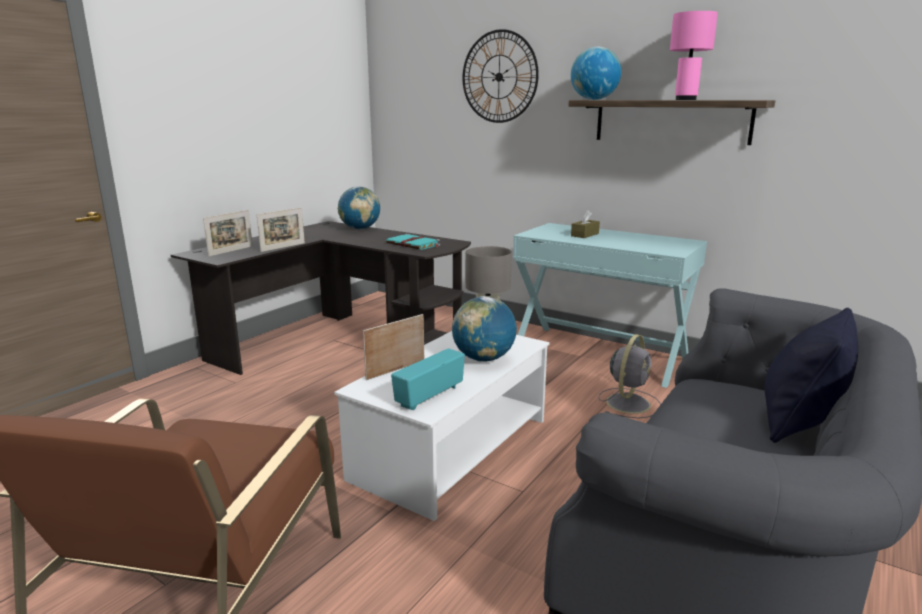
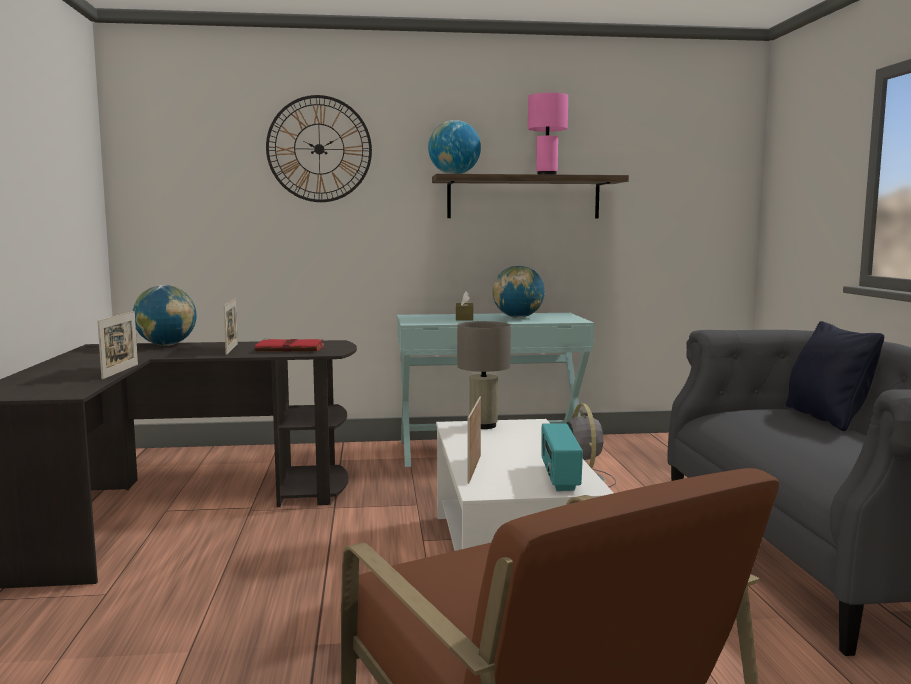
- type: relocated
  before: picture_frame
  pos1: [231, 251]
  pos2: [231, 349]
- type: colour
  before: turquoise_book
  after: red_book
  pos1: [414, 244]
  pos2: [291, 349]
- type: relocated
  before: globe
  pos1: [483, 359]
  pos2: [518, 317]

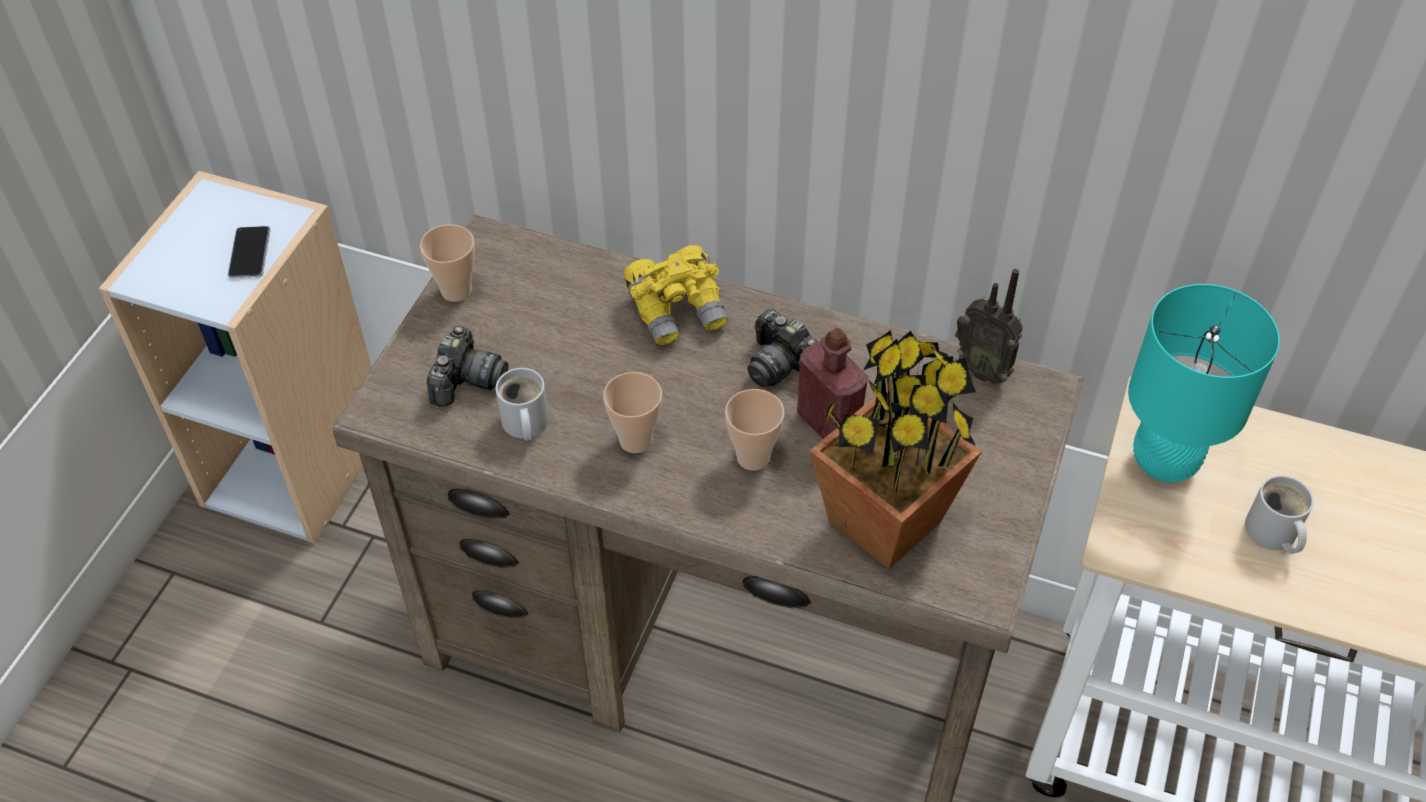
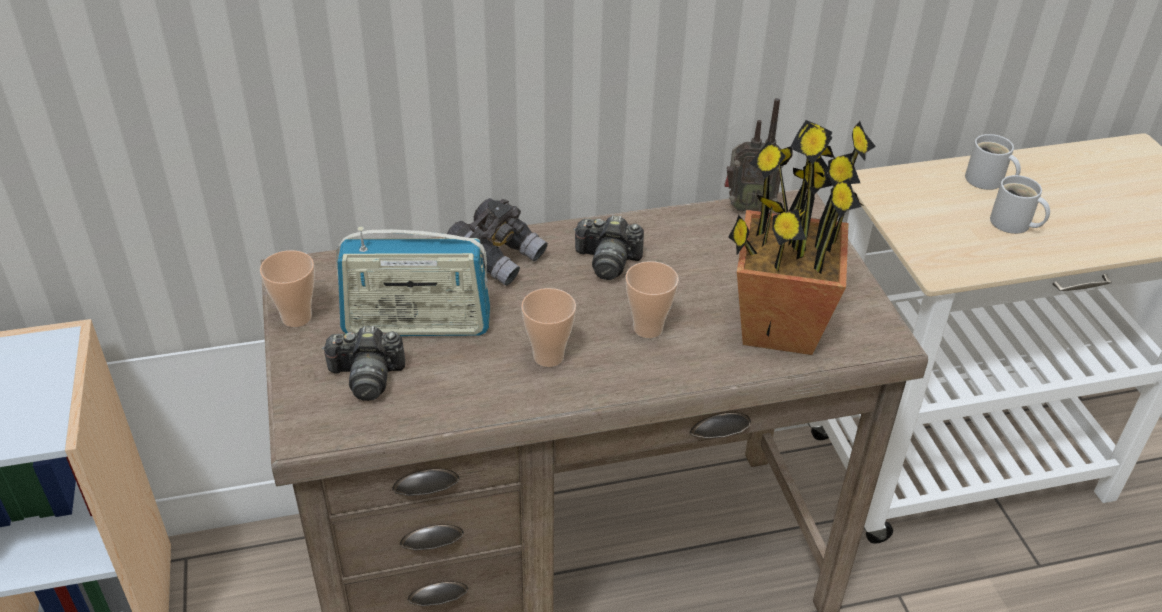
- type: spun
  before: photo_camera
  pos1: [467, 381]
  pos2: [367, 377]
  turn: 105
- type: appeared
  after: radio
  pos2: [417, 325]
- type: colour
  before: yellow_binoculars
  after: grey_binoculars
  pos1: [678, 310]
  pos2: [497, 258]
- type: relocated
  before: white_mug
  pos1: [524, 424]
  pos2: [986, 181]
- type: missing
  before: phone
  pos1: [250, 253]
- type: missing
  before: red_bottle
  pos1: [828, 422]
- type: missing
  before: turquoise_table_lamp
  pos1: [1161, 461]

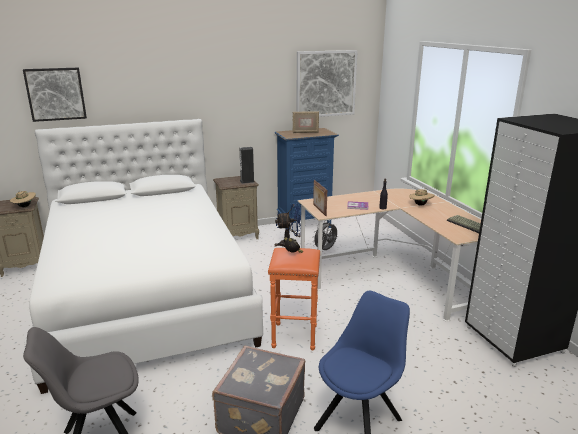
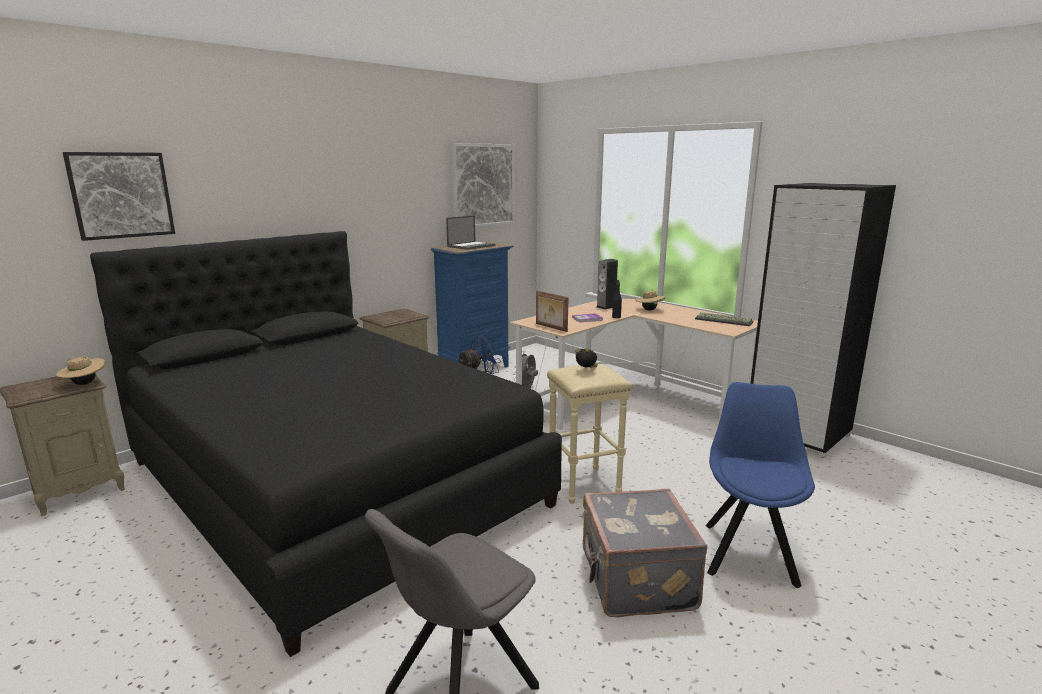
- type: colour
  before: white_bed
  after: black_bed
  pos1: [146, 293]
  pos2: [333, 482]
- type: exchanged
  before: picture_frame
  after: laptop
  pos1: [305, 132]
  pos2: [471, 246]
- type: colour
  before: orange_stool
  after: beige_stool
  pos1: [293, 335]
  pos2: [582, 484]
- type: relocated
  before: speaker
  pos1: [247, 181]
  pos2: [606, 306]

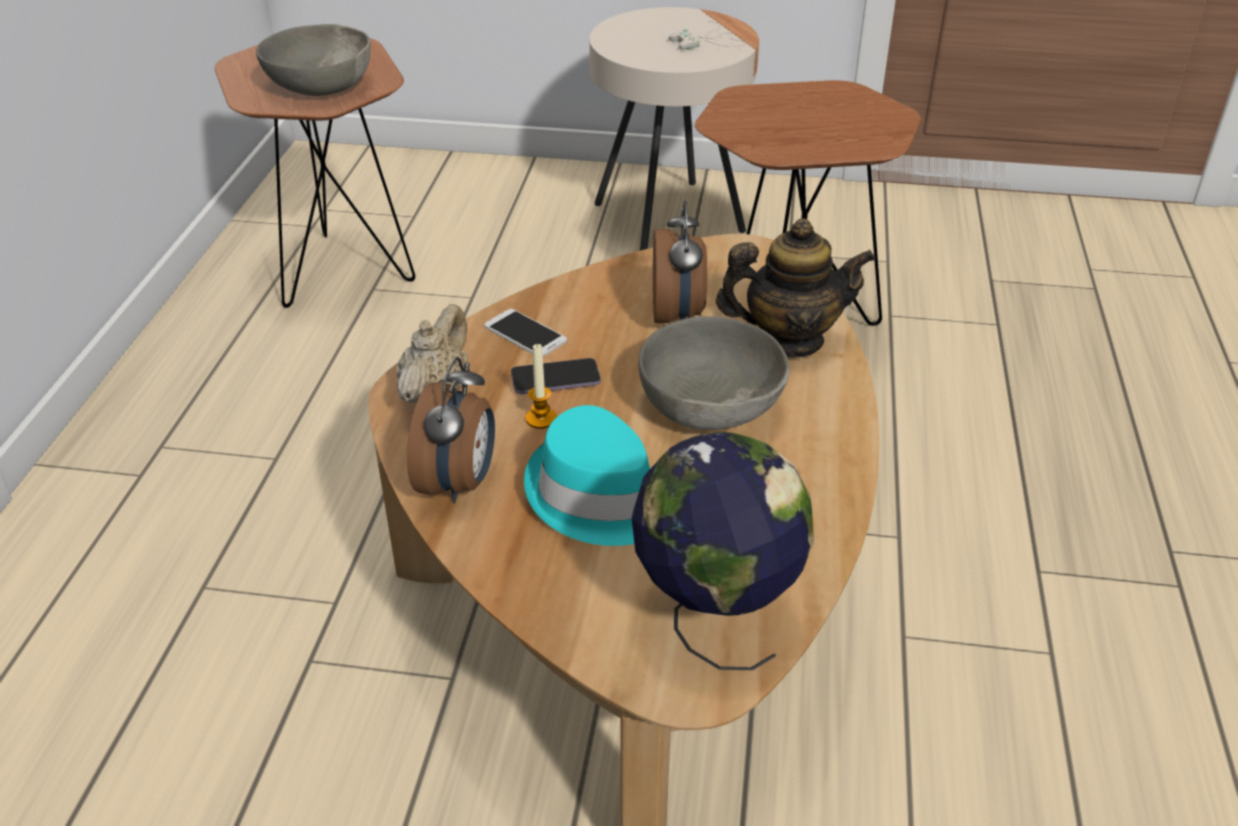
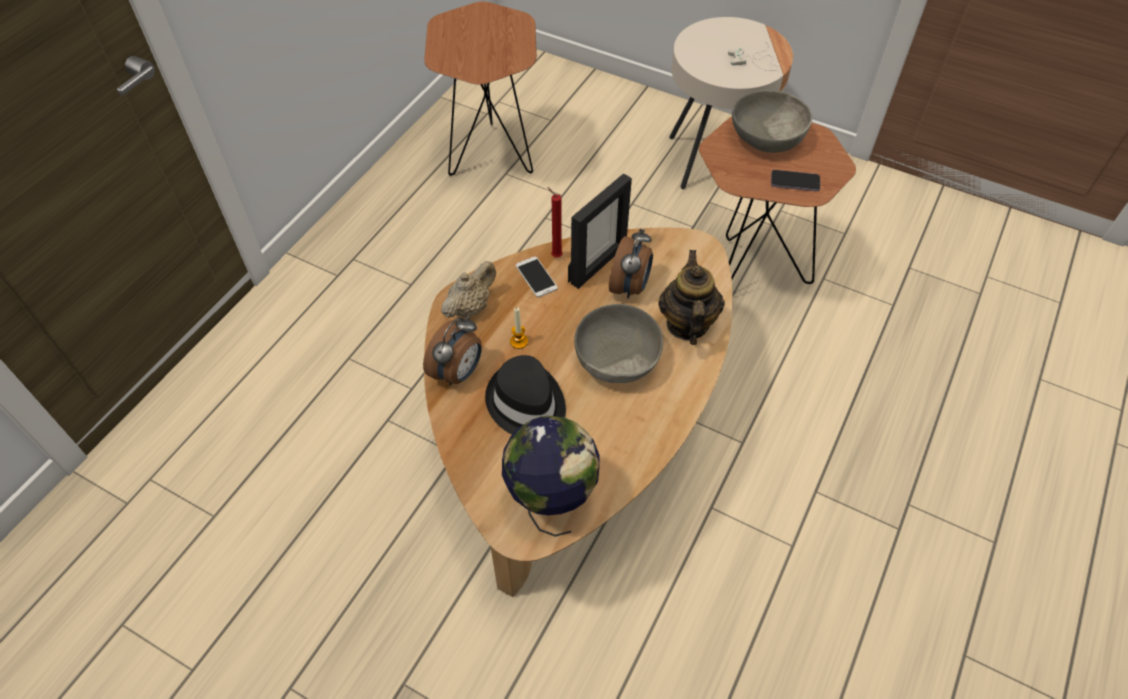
- type: colour
  before: turquoise_hat
  after: black_hat
  pos1: [599, 497]
  pos2: [526, 404]
- type: appeared
  after: red_candle
  pos2: [555, 255]
- type: appeared
  after: picture_frame
  pos2: [597, 263]
- type: spun
  before: teapot
  pos1: [788, 340]
  pos2: [687, 324]
  turn: -105
- type: relocated
  before: grey_bowl
  pos1: [319, 85]
  pos2: [766, 137]
- type: relocated
  before: phone
  pos1: [555, 379]
  pos2: [795, 182]

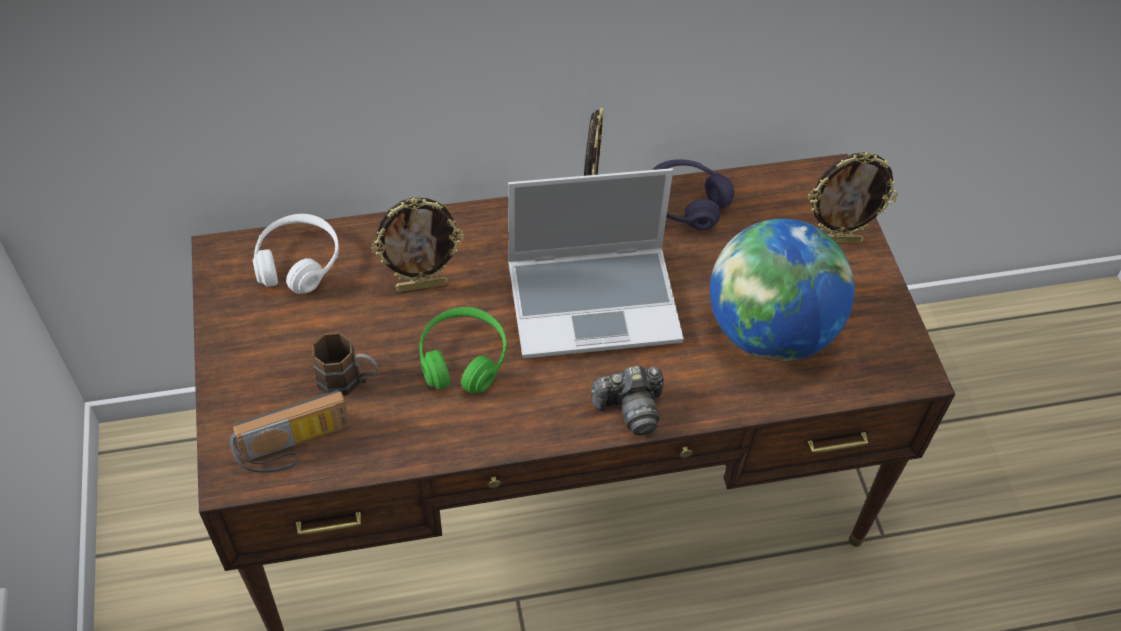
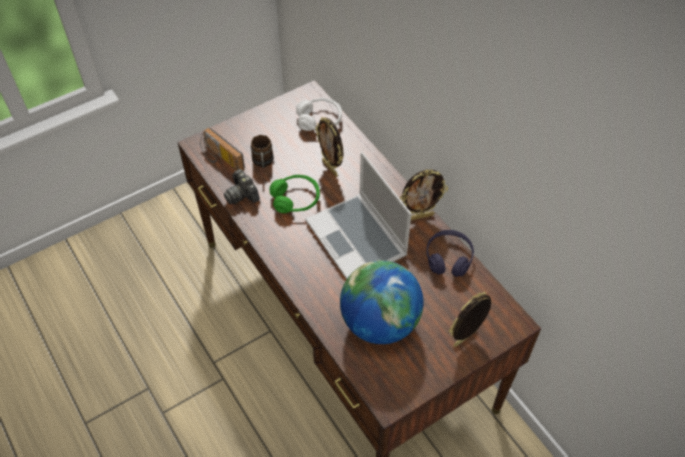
- type: relocated
  before: photo_camera
  pos1: [630, 408]
  pos2: [242, 194]
- type: spun
  before: picture_frame
  pos1: [837, 240]
  pos2: [465, 339]
  turn: 75

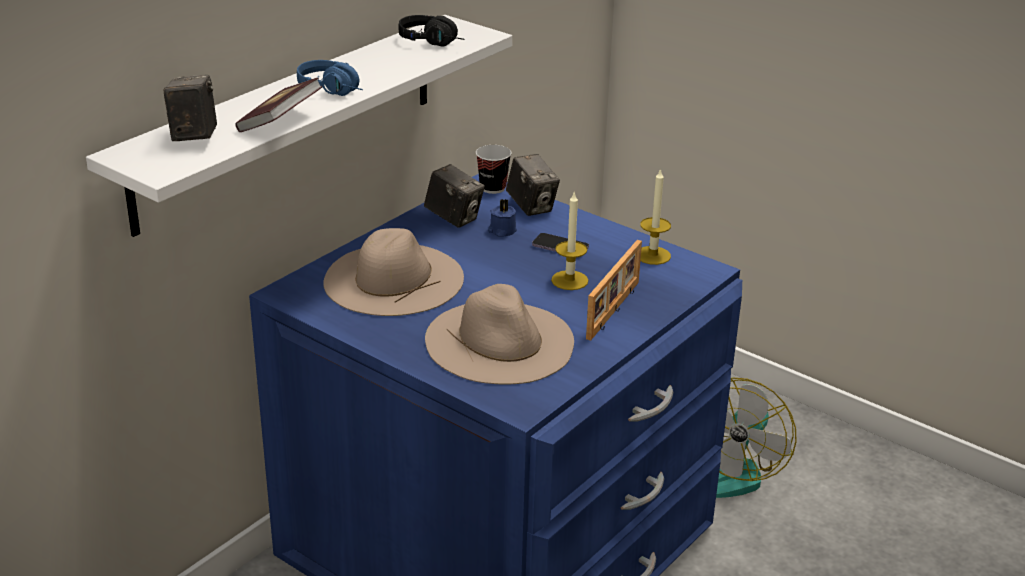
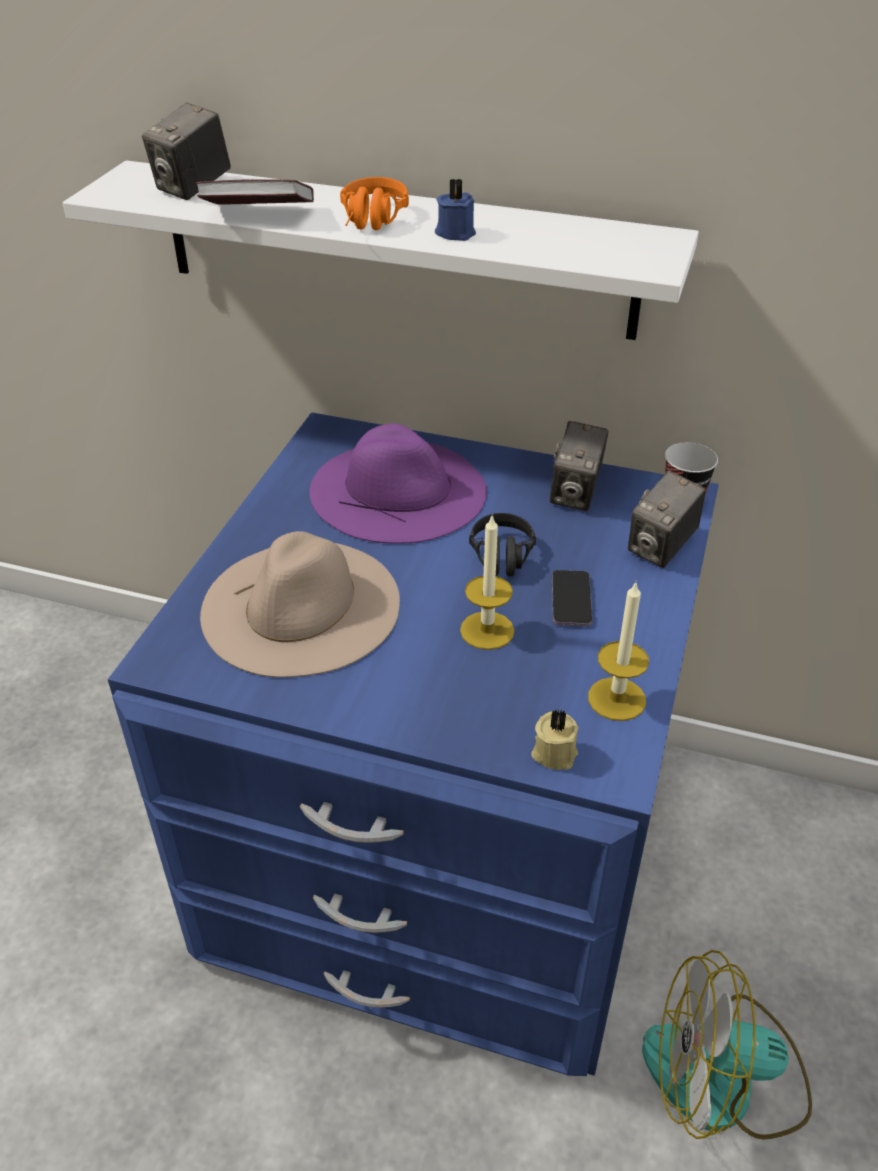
- type: spun
  before: photo_camera
  pos1: [194, 137]
  pos2: [193, 188]
  turn: 150
- type: colour
  before: beige_hat
  after: purple_hat
  pos1: [393, 279]
  pos2: [398, 490]
- type: colour
  before: blue_headphones
  after: orange_headphones
  pos1: [335, 90]
  pos2: [372, 222]
- type: relocated
  before: blue_candle
  pos1: [501, 231]
  pos2: [455, 232]
- type: relocated
  before: black_headphones
  pos1: [434, 42]
  pos2: [502, 563]
- type: appeared
  after: beige_candle
  pos2: [554, 752]
- type: missing
  before: picture_frame
  pos1: [615, 310]

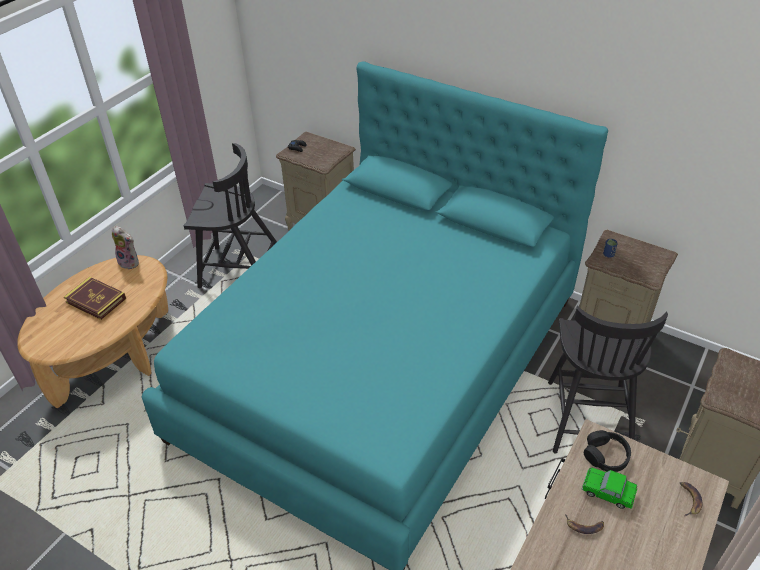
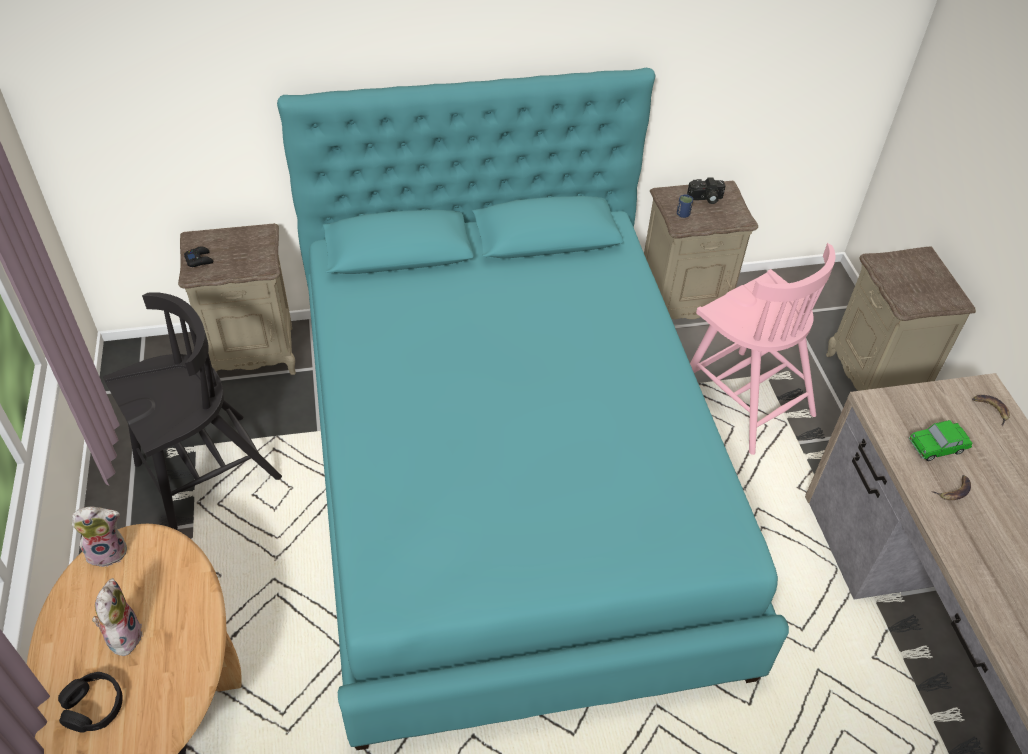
- type: relocated
  before: black_headphones
  pos1: [606, 456]
  pos2: [93, 707]
- type: exchanged
  before: book
  after: plush_toy
  pos1: [96, 300]
  pos2: [123, 635]
- type: appeared
  after: photo_camera
  pos2: [705, 199]
- type: colour
  before: black_chair
  after: pink_chair
  pos1: [588, 416]
  pos2: [743, 399]

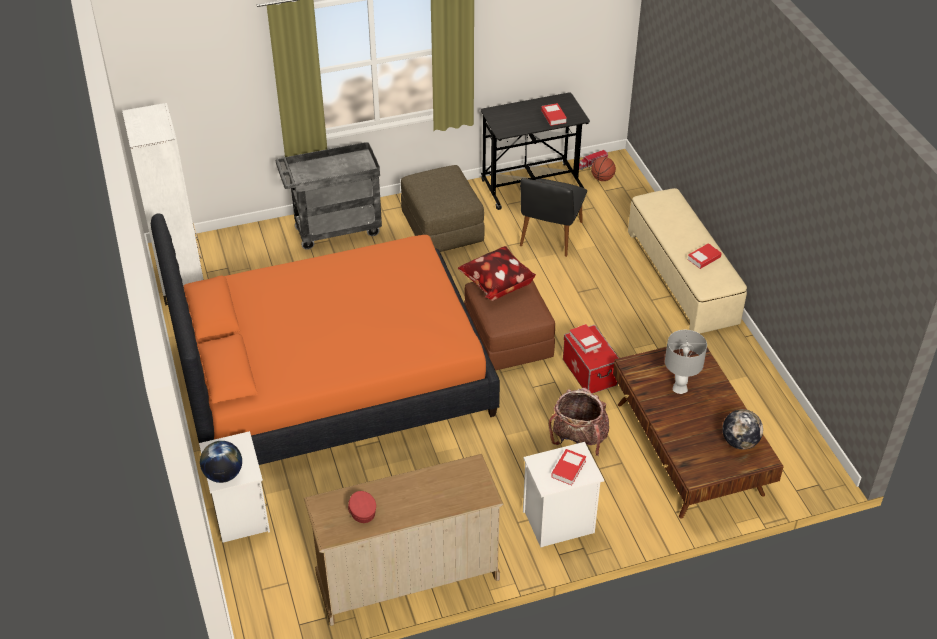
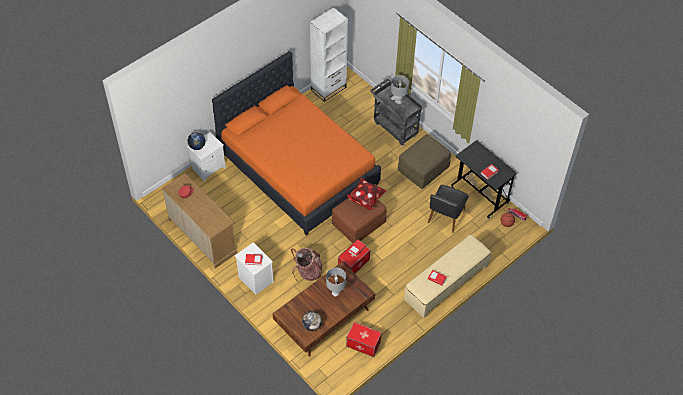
- type: appeared
  after: storage_box
  pos2: [363, 344]
- type: appeared
  after: grey_table_lamp
  pos2: [398, 101]
- type: spun
  before: black_chair
  pos1: [551, 233]
  pos2: [446, 215]
  turn: -60

